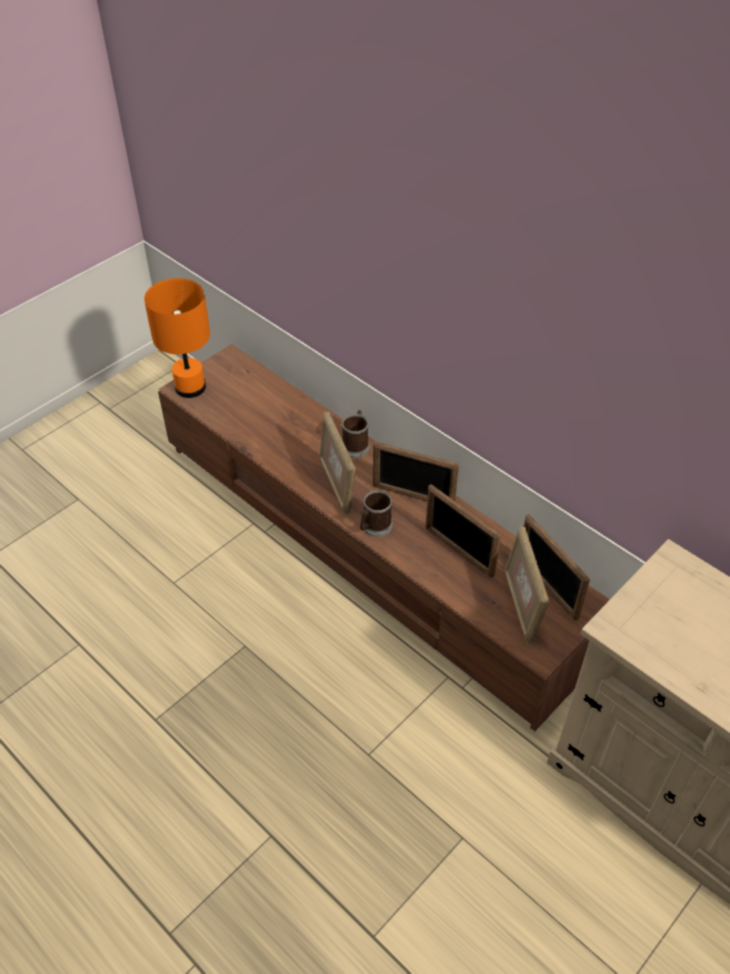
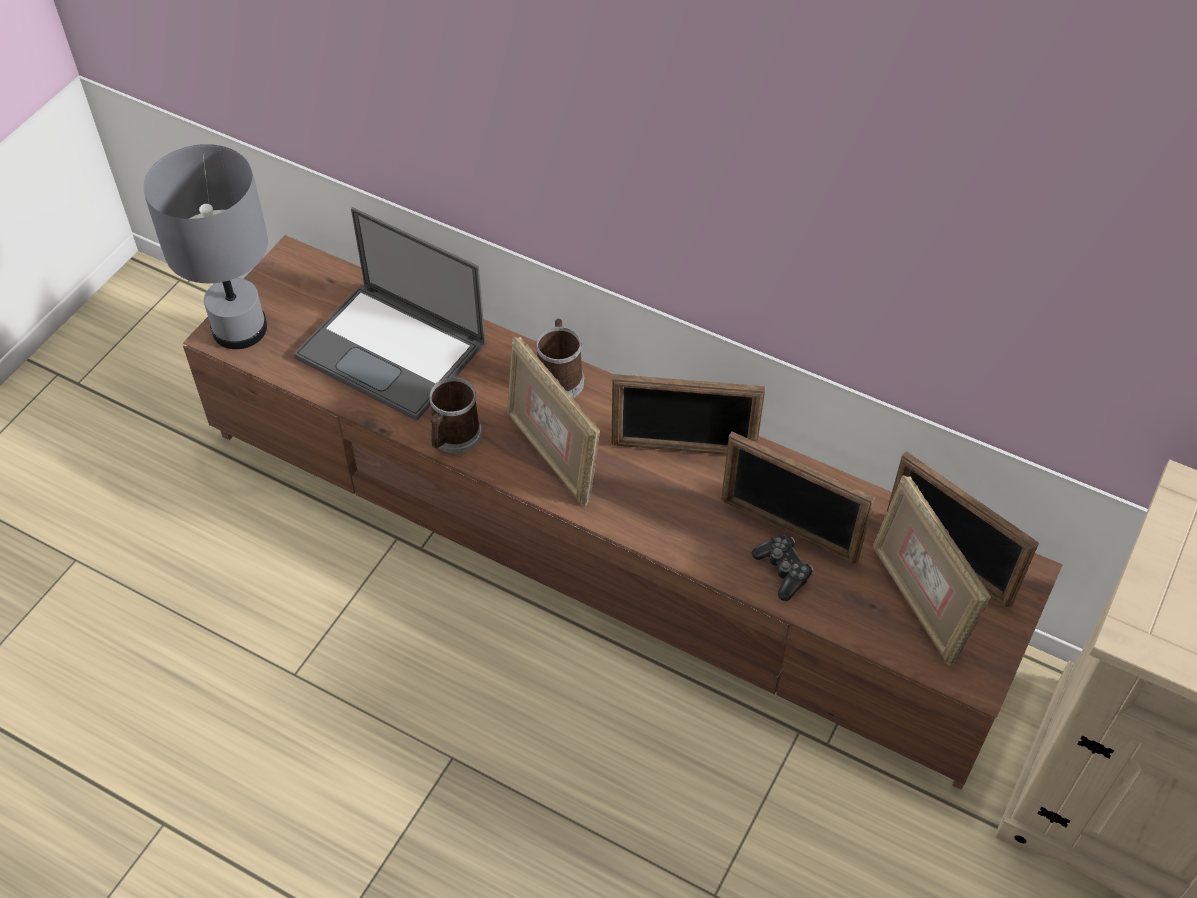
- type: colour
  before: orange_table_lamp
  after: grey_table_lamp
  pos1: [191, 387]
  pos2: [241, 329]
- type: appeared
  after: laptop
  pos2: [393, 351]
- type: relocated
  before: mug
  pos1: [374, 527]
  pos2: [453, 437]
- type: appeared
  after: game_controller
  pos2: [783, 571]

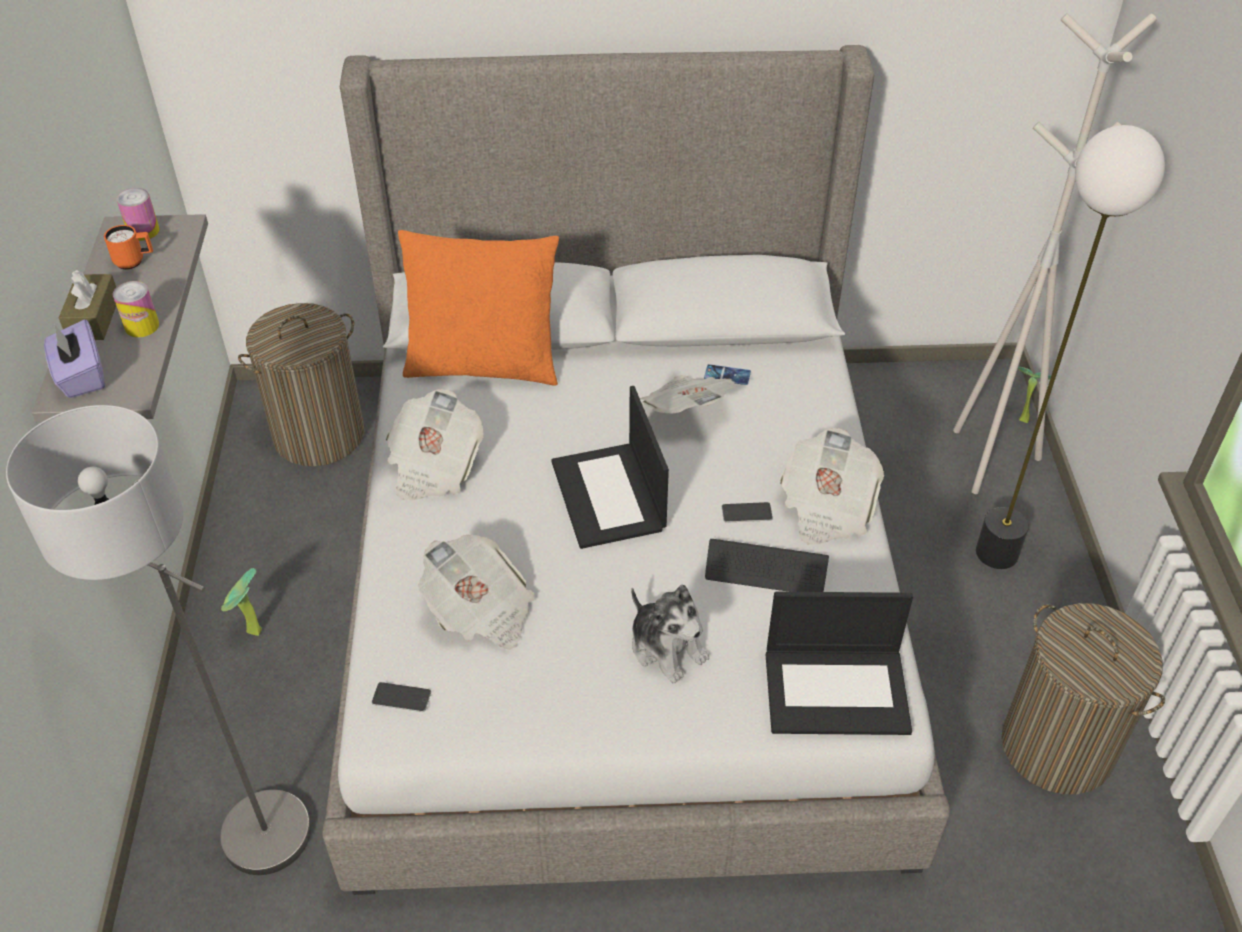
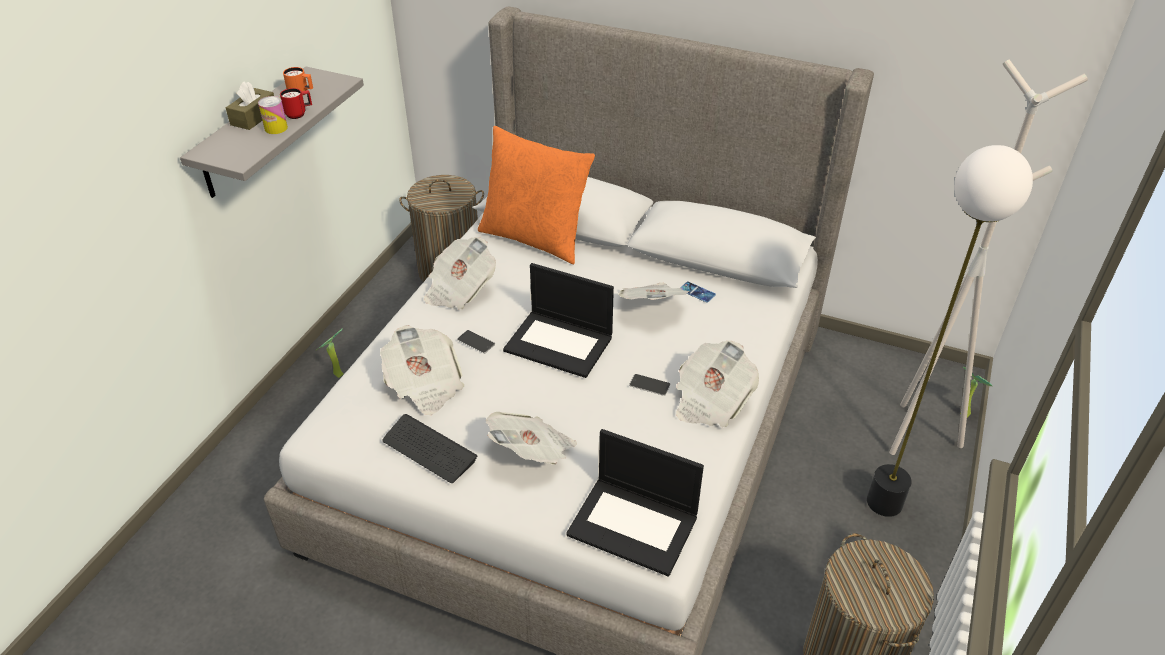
- type: appeared
  after: red_mug
  pos2: [299, 114]
- type: relocated
  before: keyboard
  pos1: [766, 569]
  pos2: [429, 450]
- type: relocated
  before: phone
  pos1: [401, 697]
  pos2: [476, 342]
- type: exchanged
  before: plush_toy
  after: newspaper
  pos1: [667, 647]
  pos2: [533, 452]
- type: spun
  before: laptop
  pos1: [610, 496]
  pos2: [560, 343]
  turn: -75
- type: missing
  before: grey_floor_lamp
  pos1: [245, 823]
- type: missing
  before: purple_tissue_box
  pos1: [81, 376]
- type: missing
  before: can
  pos1: [143, 231]

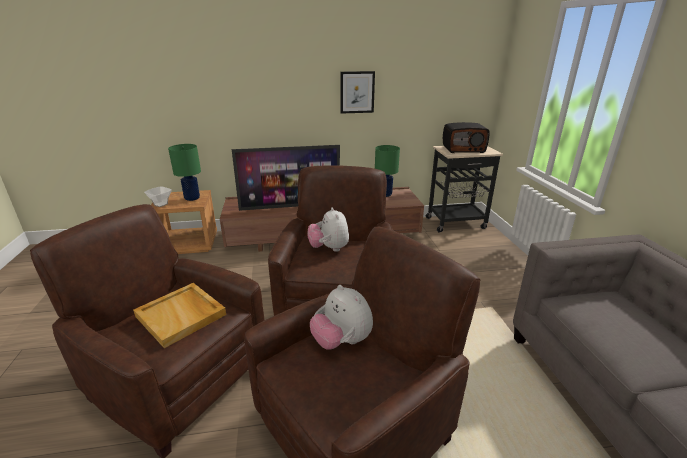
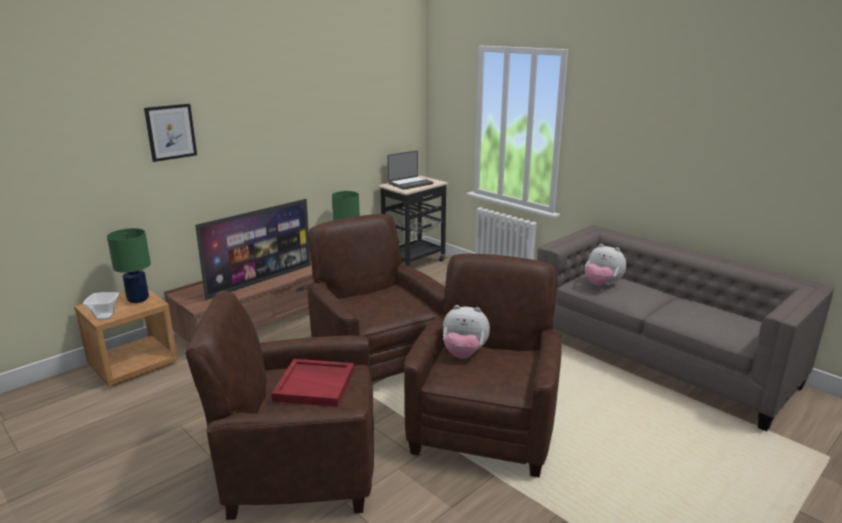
- type: relocated
  before: picture
  pos1: [357, 92]
  pos2: [171, 132]
- type: colour
  before: beige_tray
  after: red_tray
  pos1: [182, 315]
  pos2: [315, 385]
- type: exchanged
  before: radio
  after: laptop
  pos1: [463, 149]
  pos2: [410, 183]
- type: relocated
  before: plush_toy
  pos1: [329, 248]
  pos2: [602, 284]

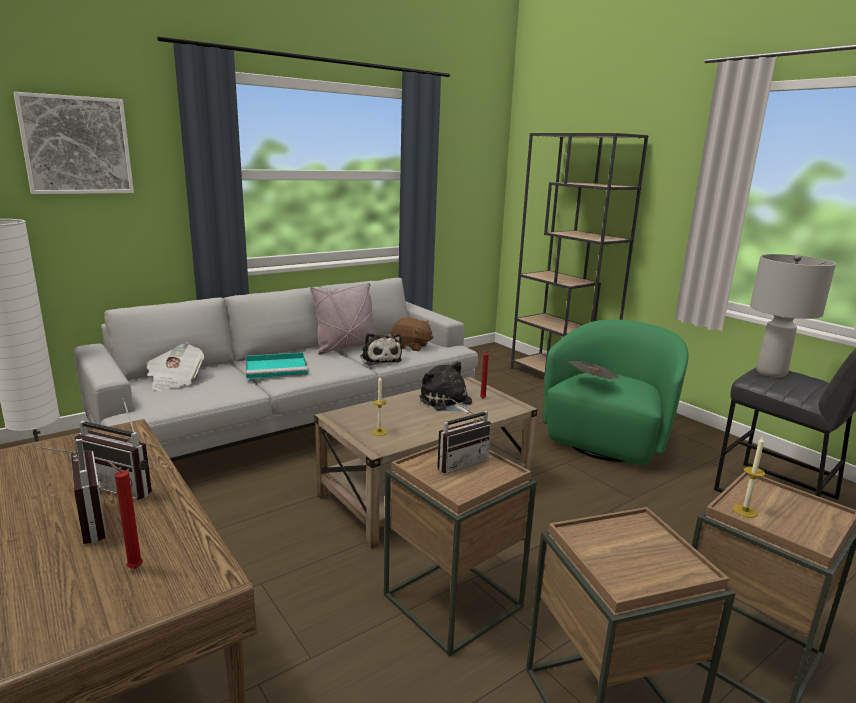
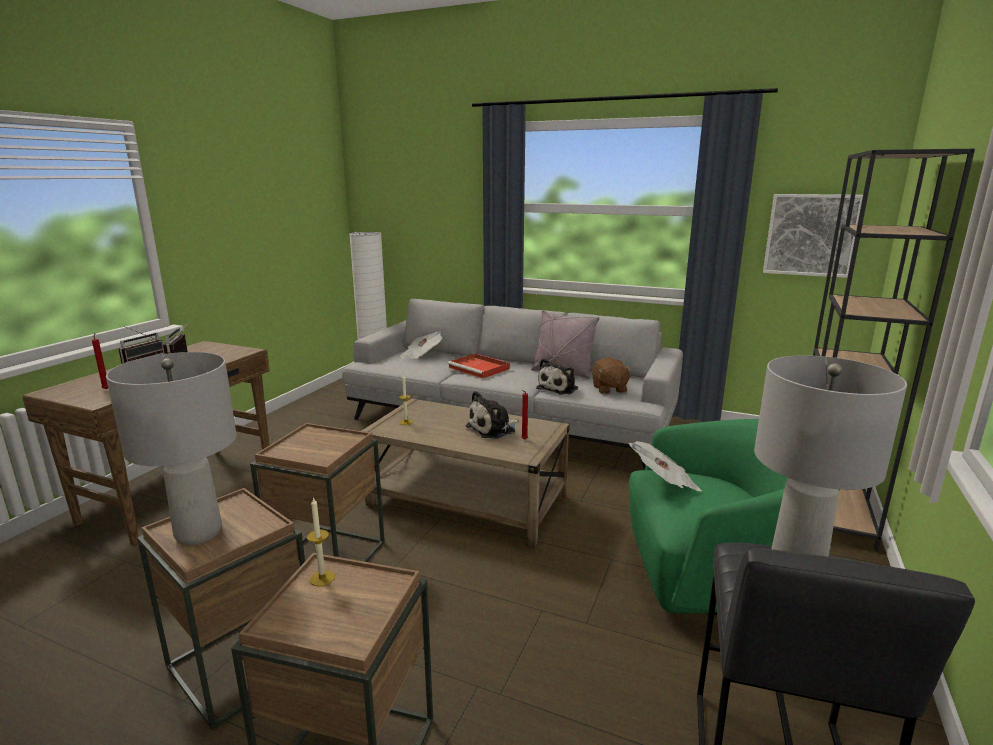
- type: appeared
  after: grey_table_lamp
  pos2: [197, 533]
- type: colour
  before: turquoise_tray
  after: red_tray
  pos1: [277, 368]
  pos2: [480, 368]
- type: spun
  before: plush_toy
  pos1: [447, 402]
  pos2: [493, 429]
  turn: -150
- type: relocated
  before: picture
  pos1: [77, 145]
  pos2: [811, 235]
- type: missing
  before: radio
  pos1: [459, 462]

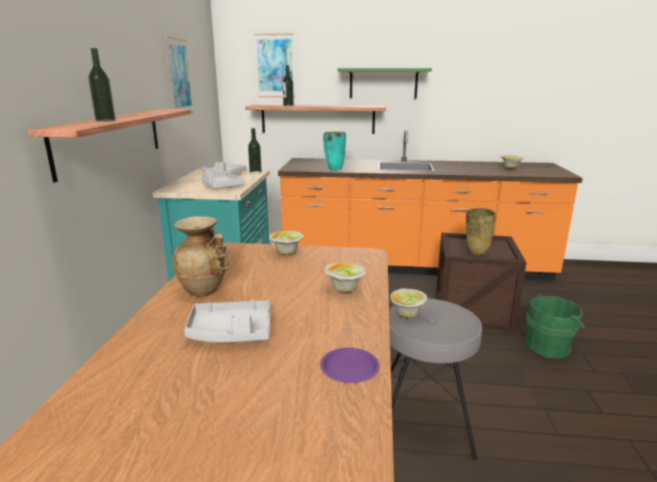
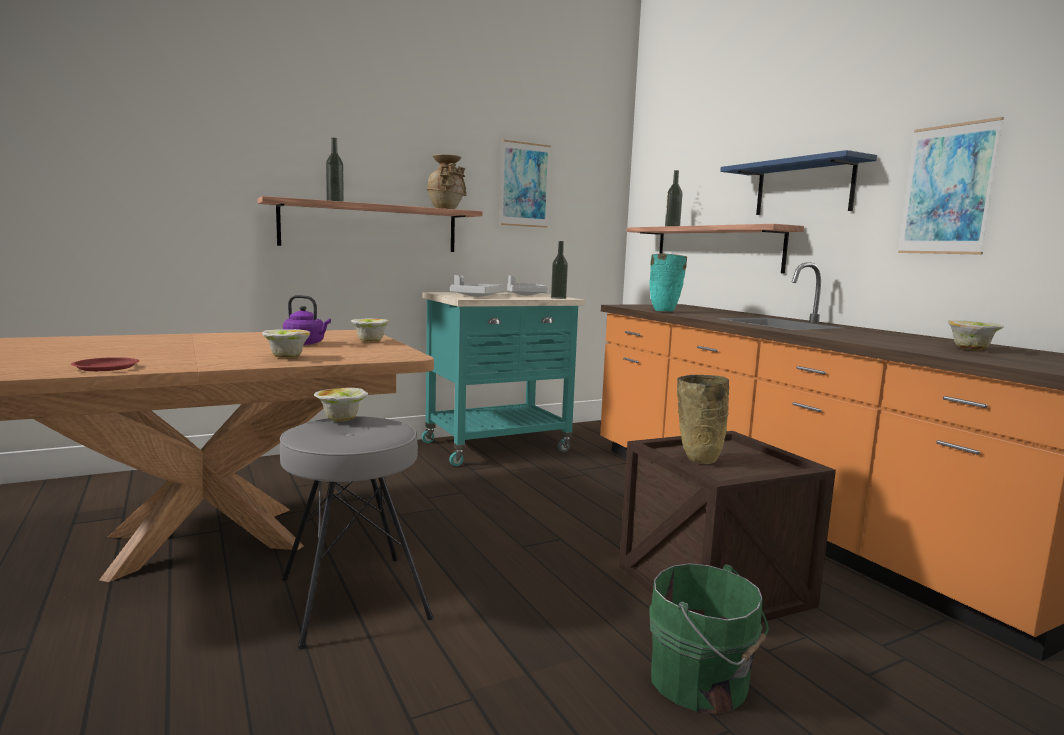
- type: colour
  before: purple_plate
  after: red_plate
  pos1: [349, 369]
  pos2: [106, 367]
- type: appeared
  after: purple_kettle
  pos2: [306, 343]
- type: relocated
  before: beige_vase
  pos1: [204, 289]
  pos2: [447, 209]
- type: colour
  before: green_shelf
  after: blue_shelf
  pos1: [383, 83]
  pos2: [803, 188]
- type: relocated
  before: picture
  pos1: [275, 66]
  pos2: [948, 189]
- type: missing
  before: grey_tray
  pos1: [231, 332]

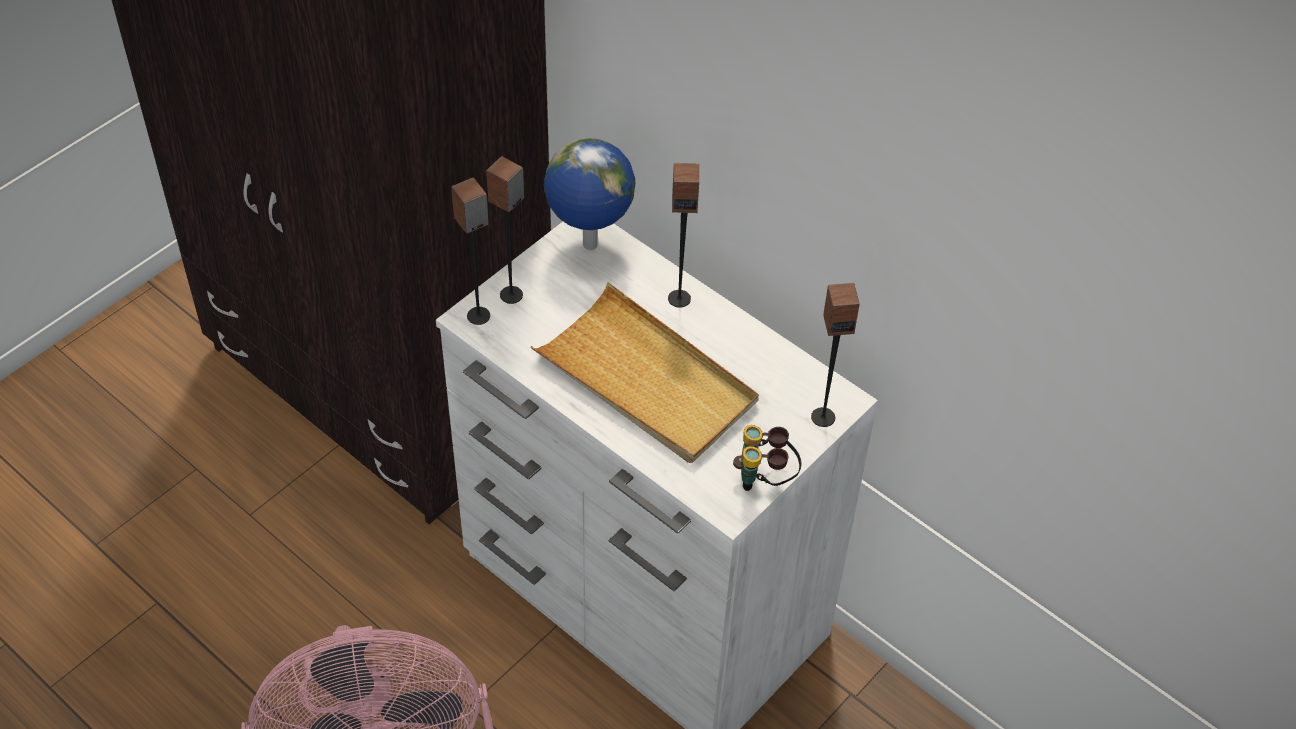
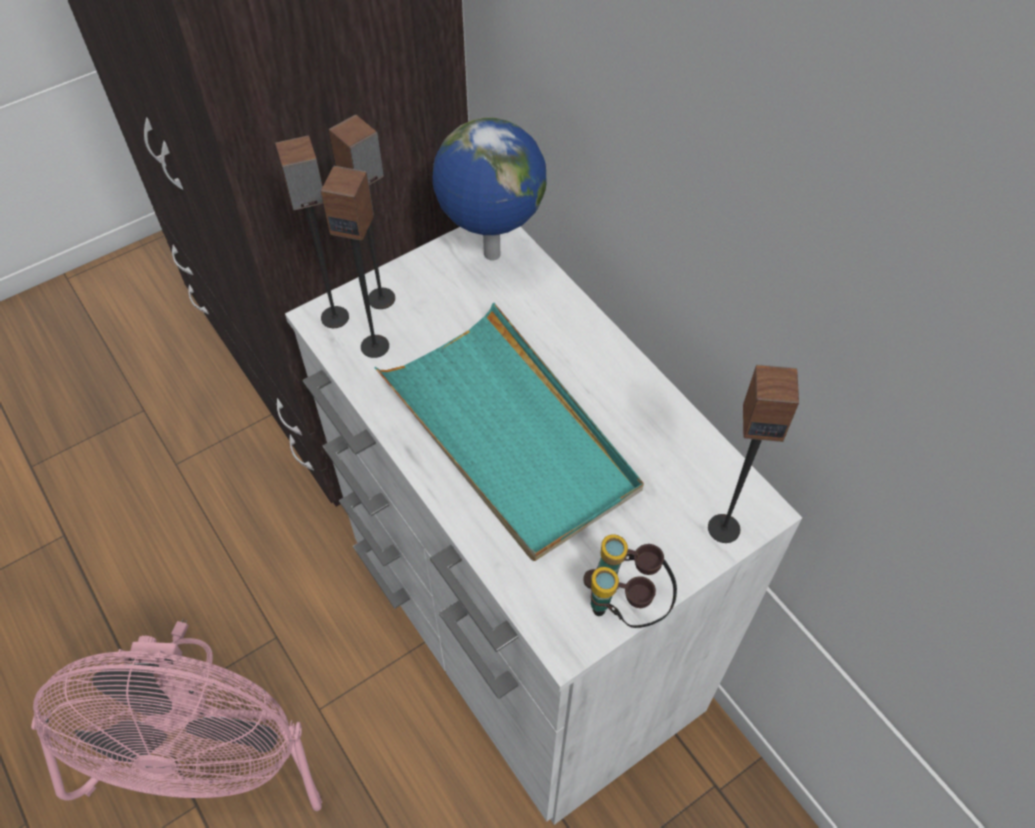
- type: relocated
  before: speaker
  pos1: [679, 298]
  pos2: [375, 346]
- type: colour
  before: beige_tray
  after: turquoise_tray
  pos1: [646, 380]
  pos2: [509, 434]

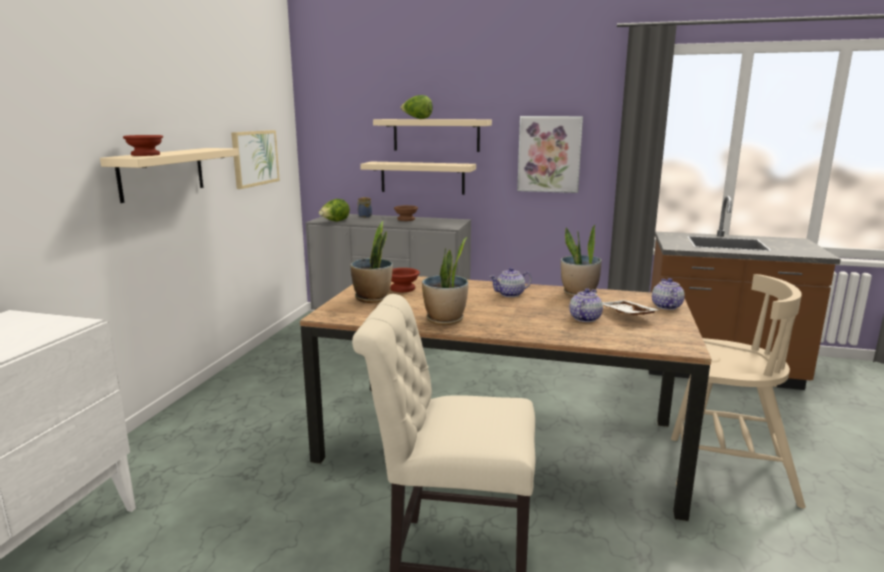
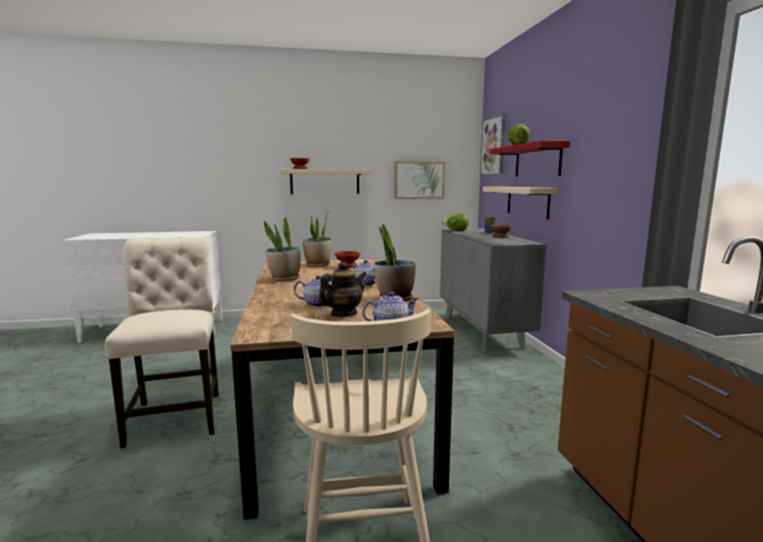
- type: exchanged
  before: white_tray
  after: teapot
  pos1: [625, 315]
  pos2: [343, 314]
- type: relocated
  before: picture
  pos1: [549, 154]
  pos2: [494, 146]
- type: colour
  before: beige_shelf
  after: red_shelf
  pos1: [436, 135]
  pos2: [537, 161]

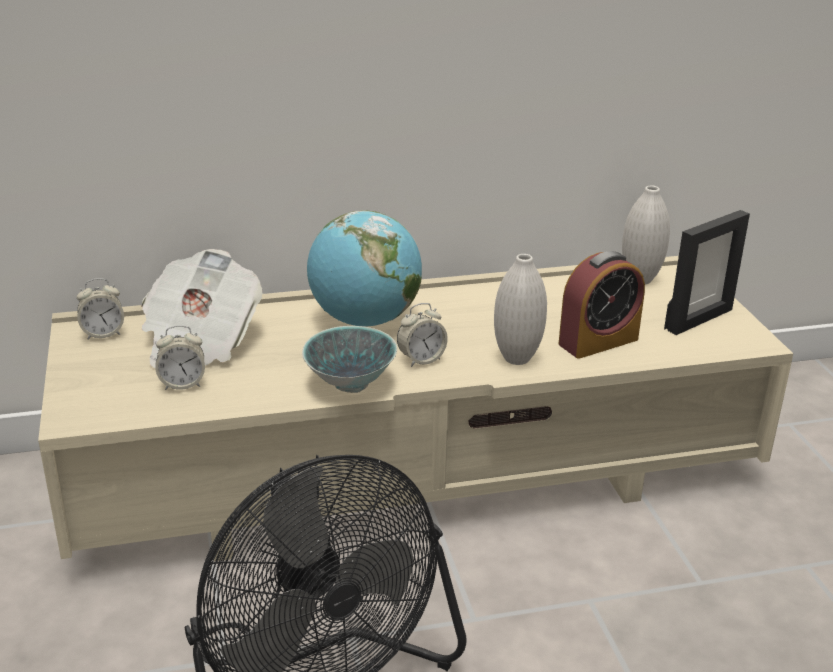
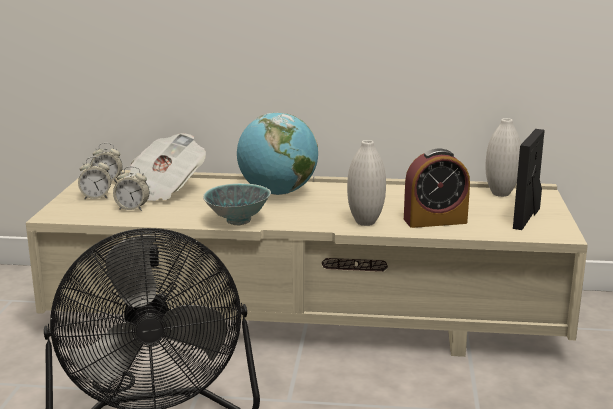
- type: relocated
  before: alarm_clock
  pos1: [421, 359]
  pos2: [96, 197]
- type: spun
  before: picture_frame
  pos1: [698, 319]
  pos2: [526, 218]
  turn: 135

